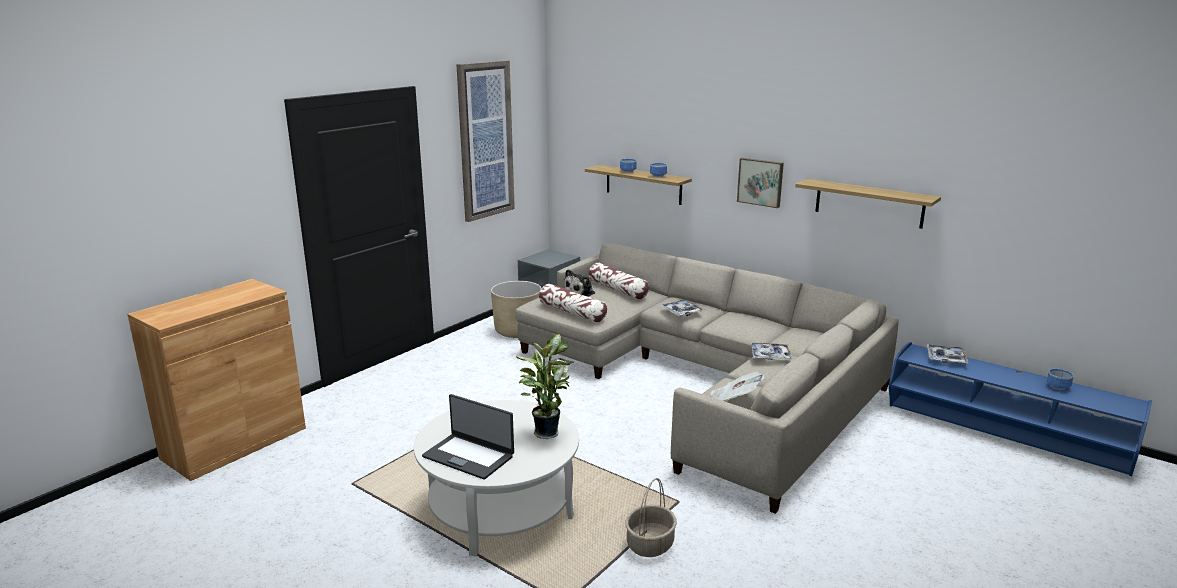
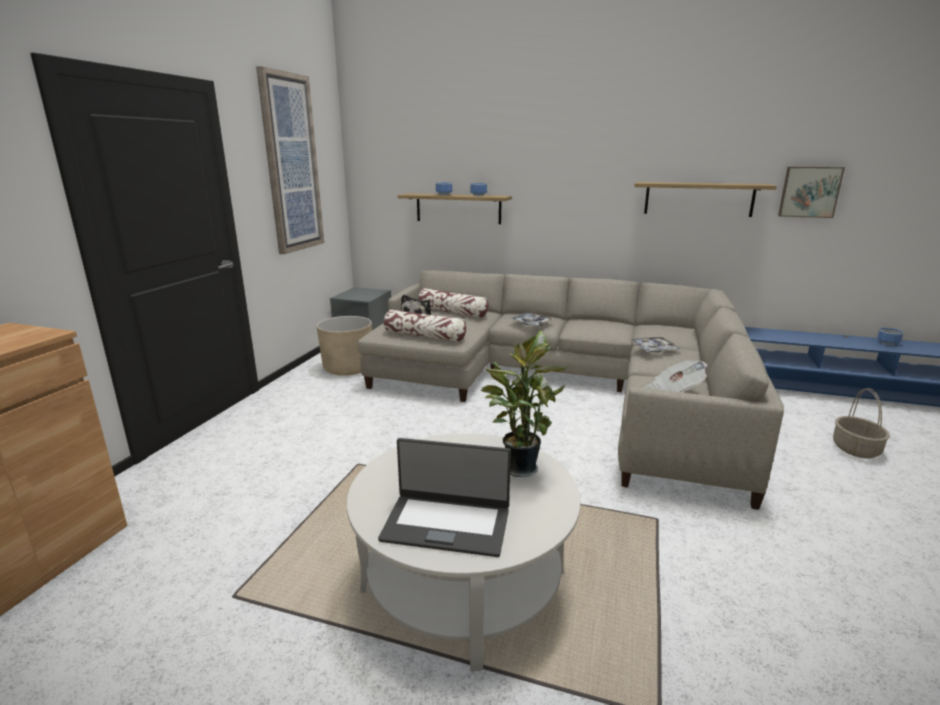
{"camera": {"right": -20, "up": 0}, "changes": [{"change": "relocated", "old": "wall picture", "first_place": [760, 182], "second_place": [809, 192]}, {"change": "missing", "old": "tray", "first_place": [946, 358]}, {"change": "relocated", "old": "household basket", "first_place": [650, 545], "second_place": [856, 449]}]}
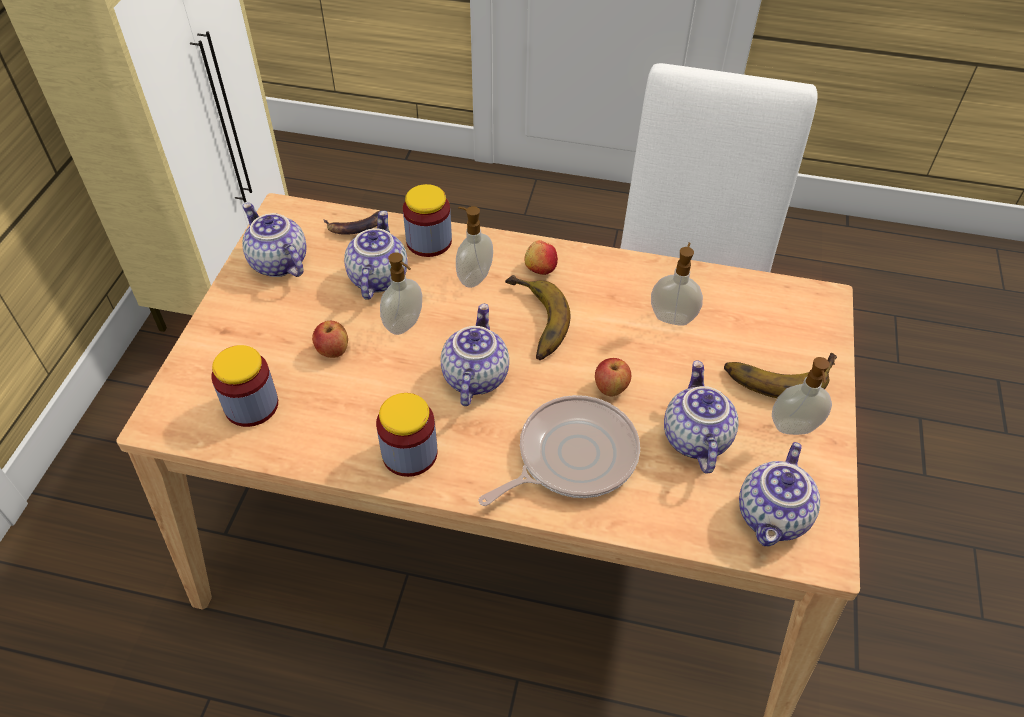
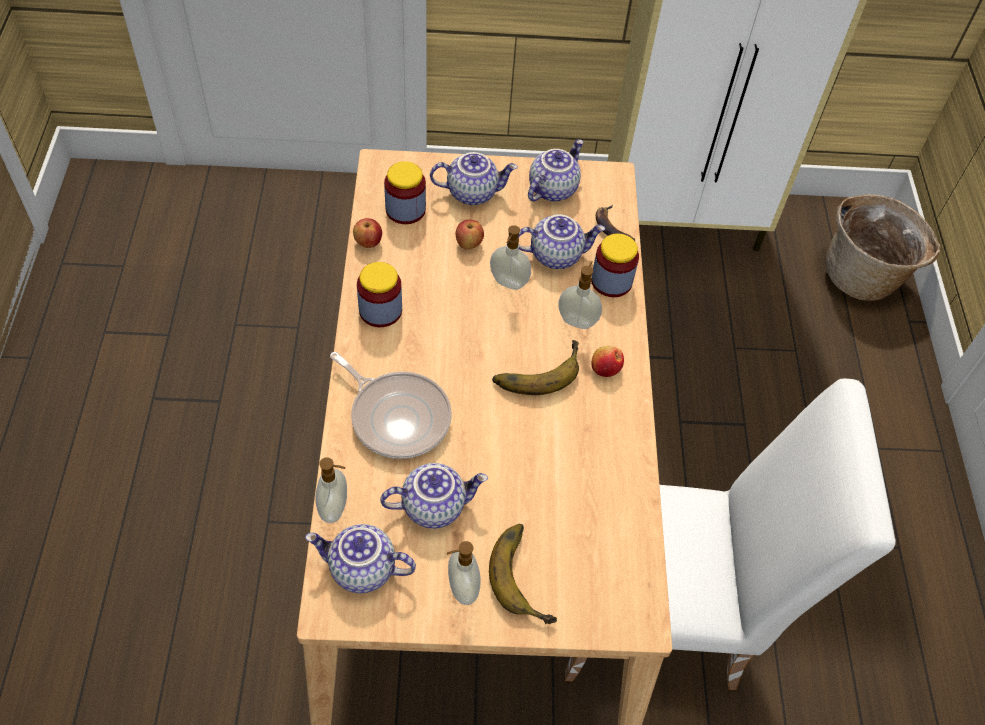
{"camera": {"right": 75, "up": 5}, "changes": [{"change": "relocated", "old": "soap bottle", "first_place": [672, 317], "second_place": [335, 508]}, {"change": "relocated", "old": "teapot", "first_place": [473, 376], "second_place": [472, 192]}, {"change": "relocated", "old": "apple", "first_place": [610, 388], "second_place": [368, 242]}, {"change": "appeared", "new": "household basket", "second_place": [864, 275]}]}
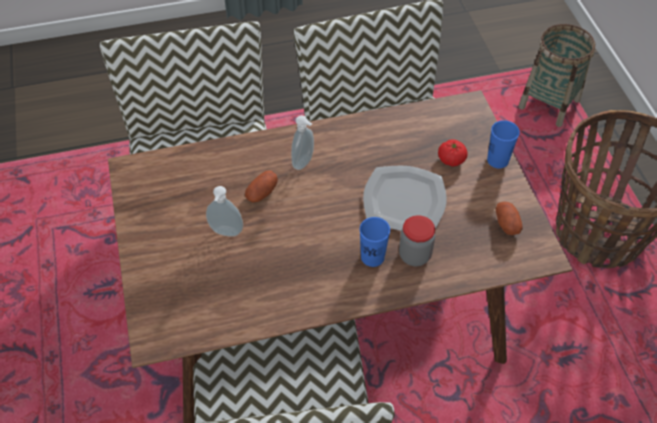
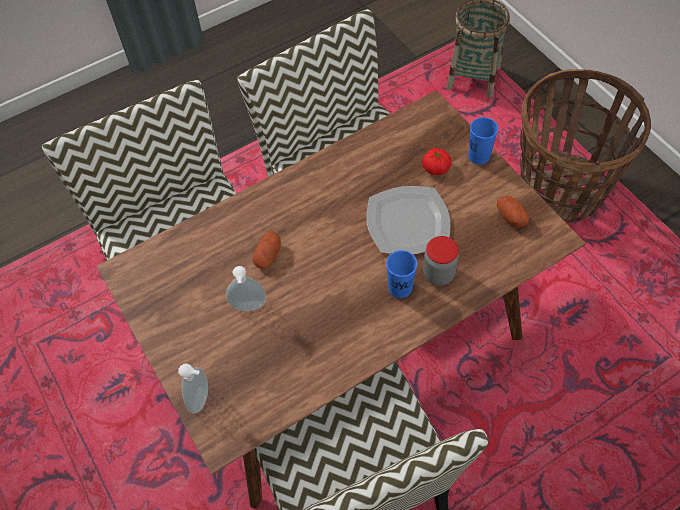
{"camera": {"right": -15, "up": 5}, "changes": [{"change": "relocated", "old": "soap bottle", "first_place": [304, 163], "second_place": [202, 399]}]}
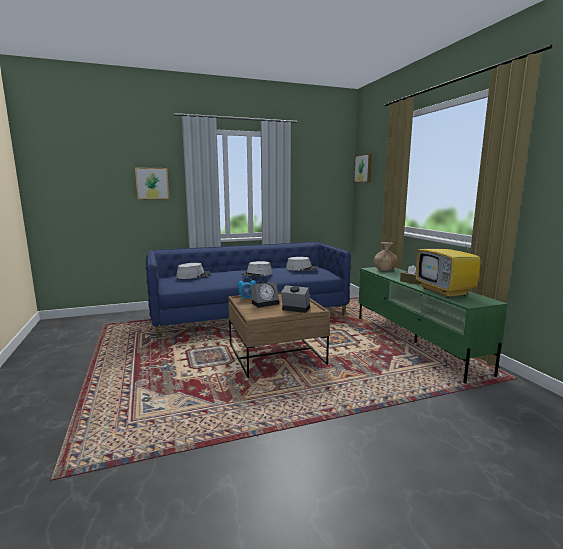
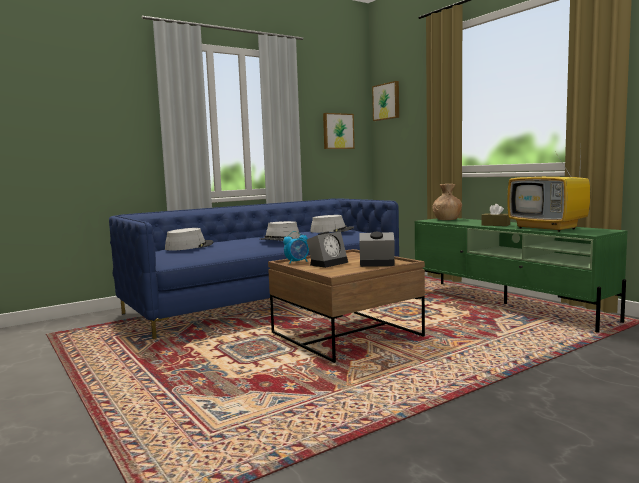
{"camera": {"right": -15, "up": -5}, "changes": [{"change": "relocated", "old": "wall picture", "first_place": [152, 183], "second_place": [337, 131]}]}
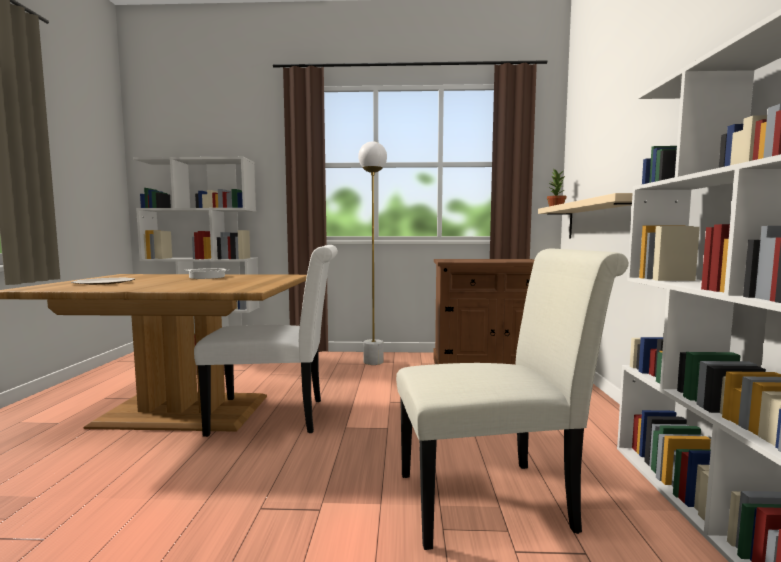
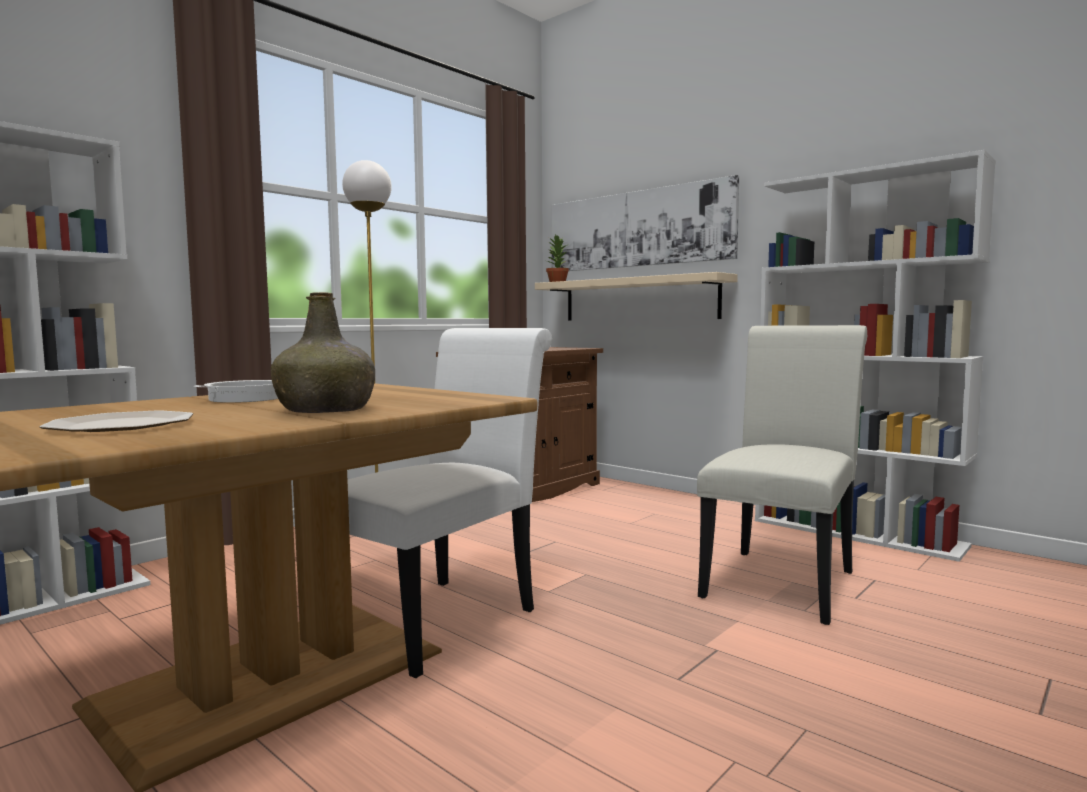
{"camera": {"right": -50, "up": 0}, "changes": [{"change": "appeared", "new": "wall picture", "second_place": [636, 229]}, {"change": "appeared", "new": "green-coloured bottle", "second_place": [327, 410]}]}
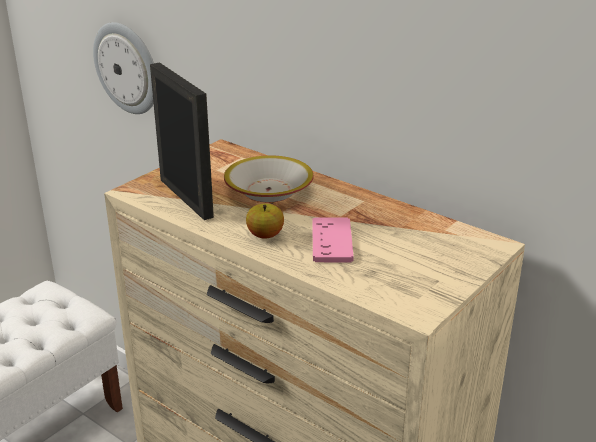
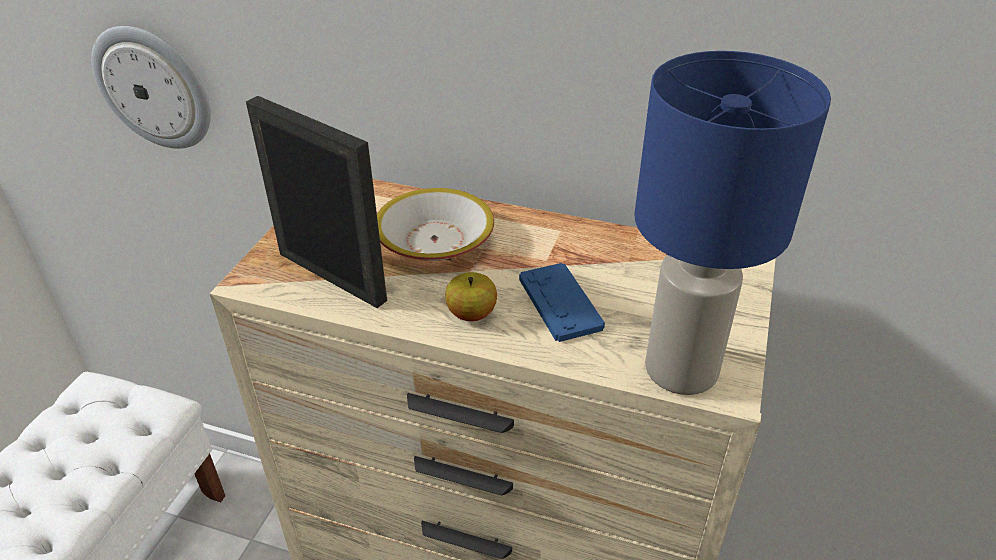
{"camera": {"right": -20, "up": 10}, "changes": [{"change": "colour", "old": "pinkish gamepad", "new": "blue gamepad", "first_place": [332, 241], "second_place": [560, 303]}, {"change": "appeared", "new": "blue lamp for a table", "second_place": [683, 370]}]}
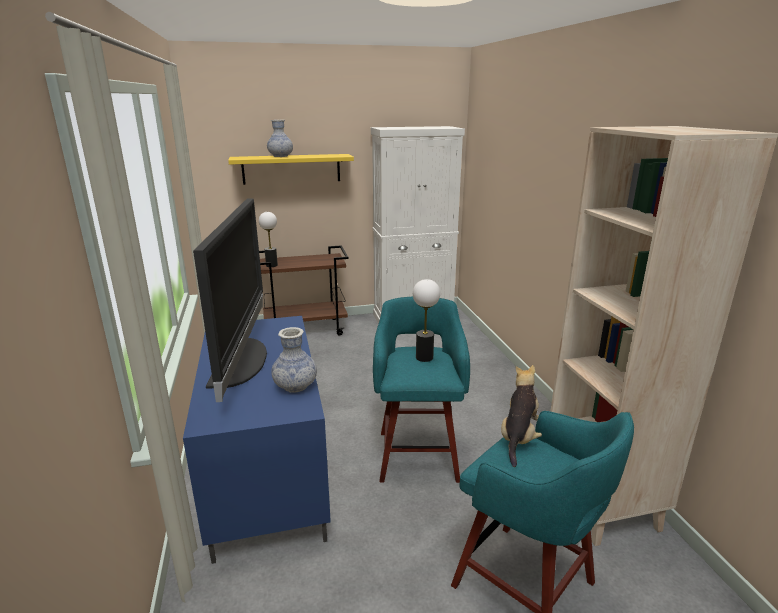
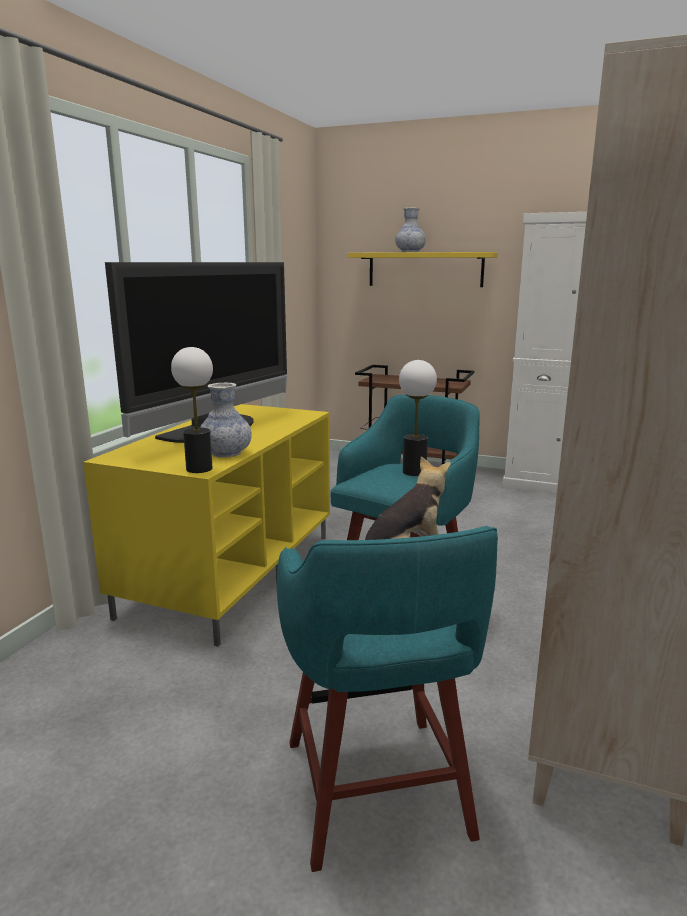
{"camera": {"right": 35, "up": -5}, "changes": [{"change": "relocated", "old": "lamp for a table", "first_place": [272, 265], "second_place": [199, 469]}, {"change": "colour", "old": "blue tv stand", "new": "yellow-coloured tv stand", "first_place": [266, 473], "second_place": [231, 572]}]}
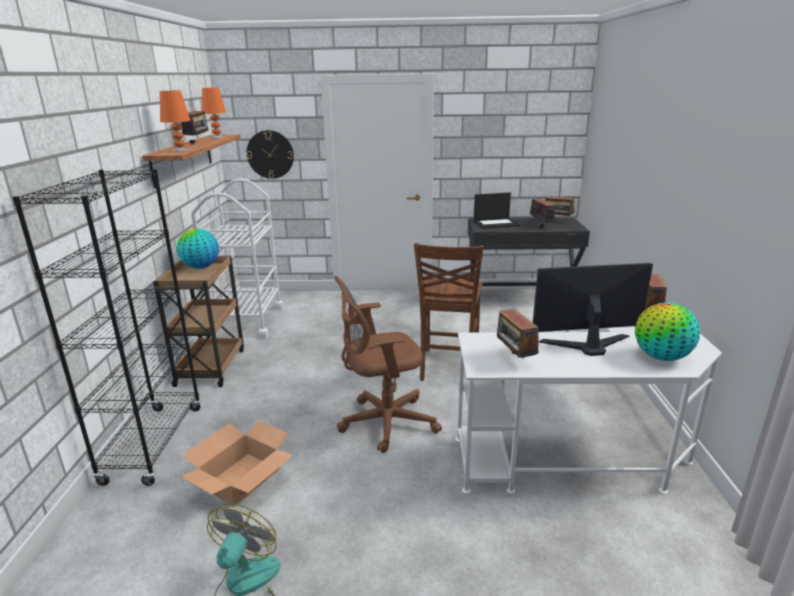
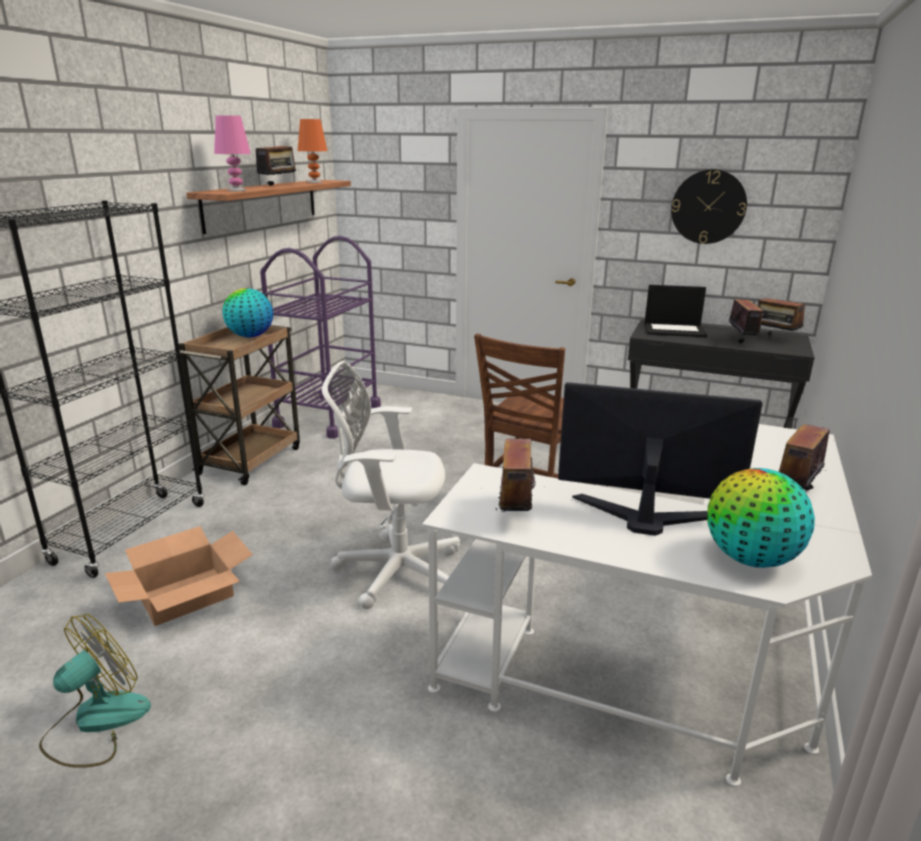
{"camera": {"right": 20, "up": 0}, "changes": [{"change": "colour", "old": "orangey lamp for a table", "new": "pinkish lamp for a table", "first_place": [180, 150], "second_place": [236, 190]}, {"change": "relocated", "old": "hanging clock", "first_place": [270, 154], "second_place": [708, 207]}, {"change": "colour", "old": "white wheeled cart", "new": "purplish wheeled cart", "first_place": [247, 321], "second_place": [328, 416]}, {"change": "colour", "old": "brown desk chair", "new": "white desk chair", "first_place": [383, 423], "second_place": [393, 571]}]}
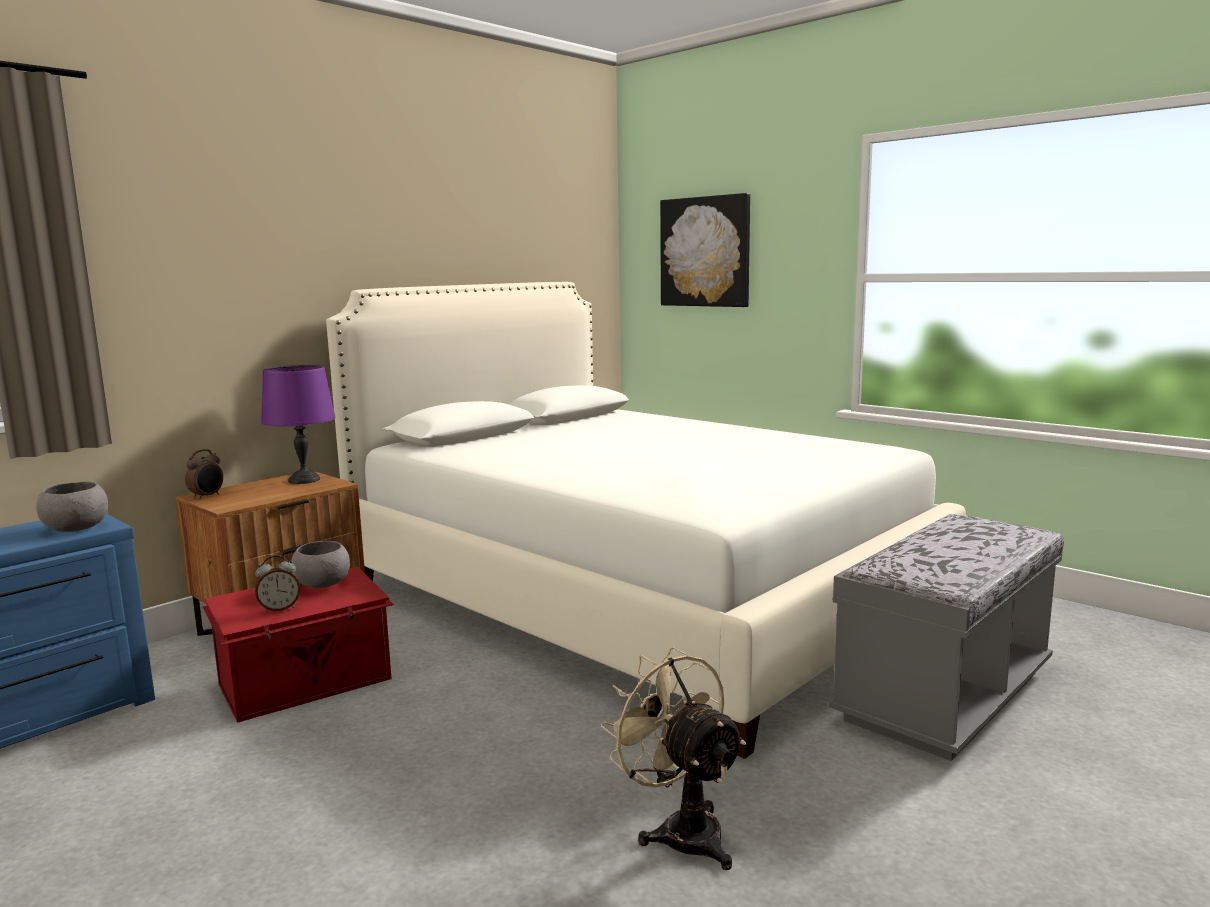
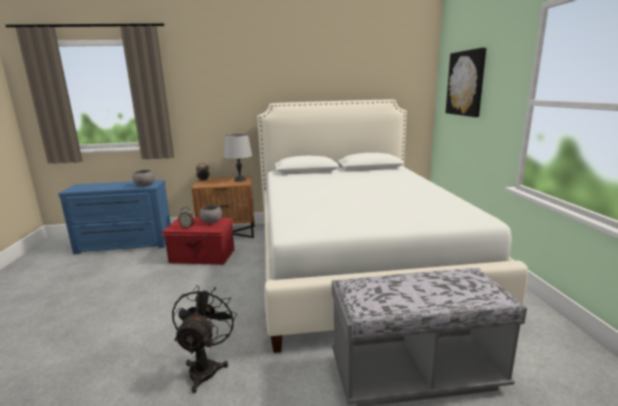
{"camera": {"right": 40, "up": 5}, "changes": [{"change": "colour", "old": "purplish lamp for a table", "new": "gray lamp for a table", "first_place": [303, 480], "second_place": [240, 180]}, {"change": "colour", "old": "sand-coloured fan", "new": "blackish fan", "first_place": [681, 830], "second_place": [206, 367]}]}
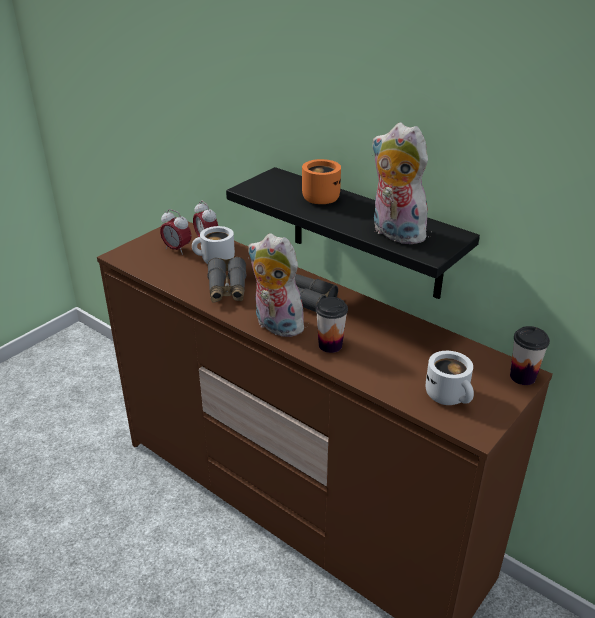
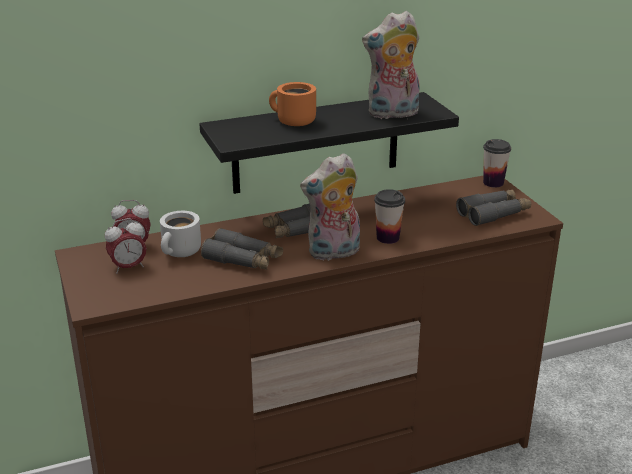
{"camera": {"right": -60, "up": -5}, "changes": [{"change": "exchanged", "old": "white mug", "new": "gray binoculars", "first_place": [450, 396], "second_place": [493, 213]}]}
